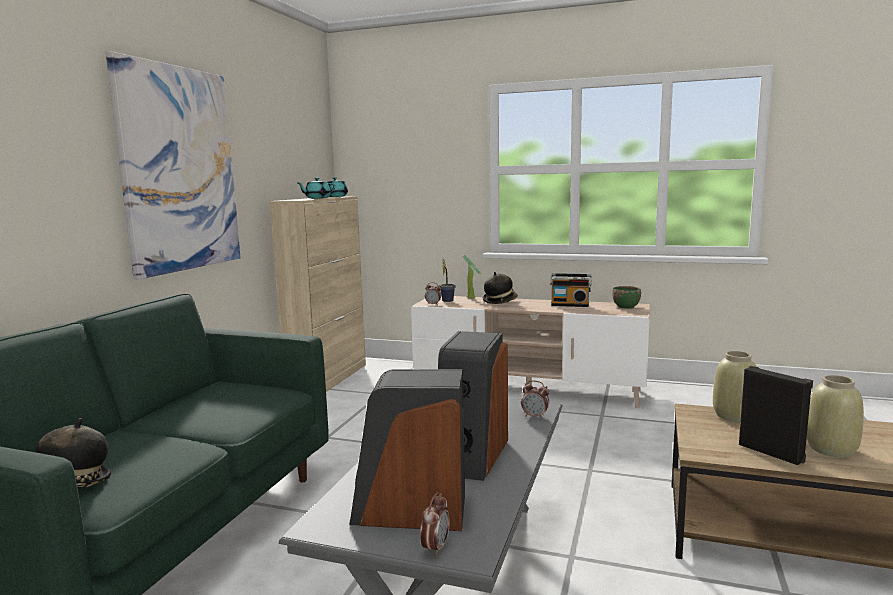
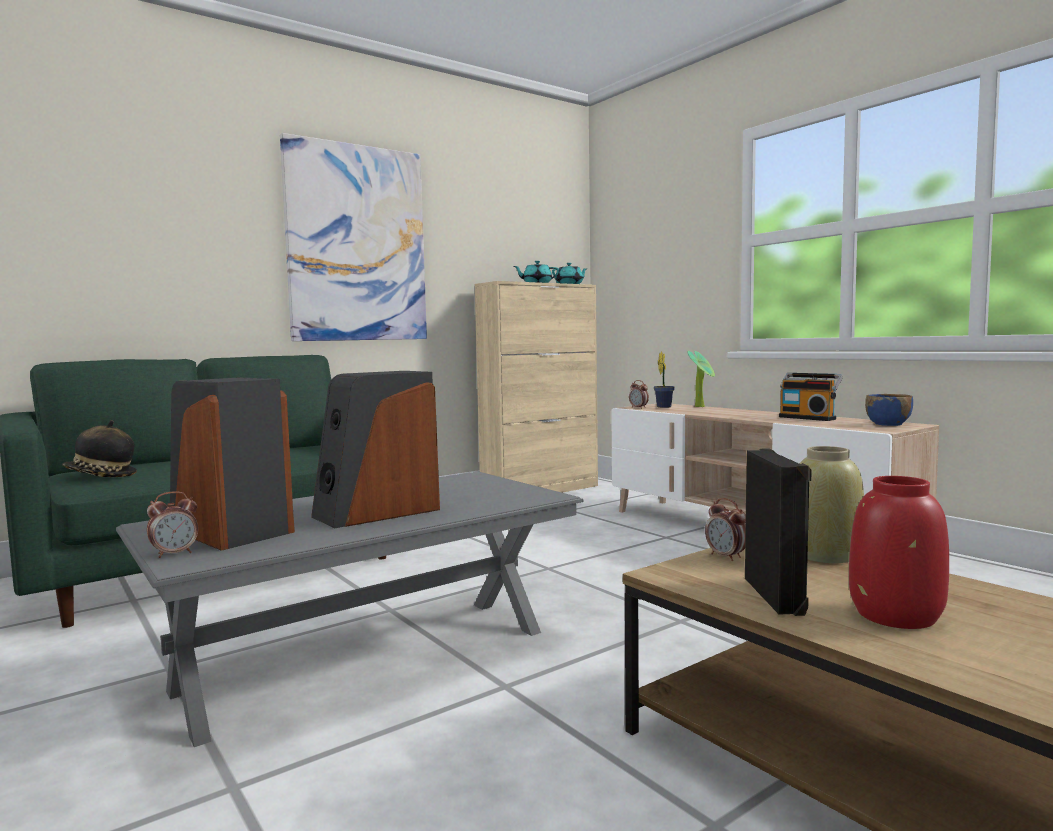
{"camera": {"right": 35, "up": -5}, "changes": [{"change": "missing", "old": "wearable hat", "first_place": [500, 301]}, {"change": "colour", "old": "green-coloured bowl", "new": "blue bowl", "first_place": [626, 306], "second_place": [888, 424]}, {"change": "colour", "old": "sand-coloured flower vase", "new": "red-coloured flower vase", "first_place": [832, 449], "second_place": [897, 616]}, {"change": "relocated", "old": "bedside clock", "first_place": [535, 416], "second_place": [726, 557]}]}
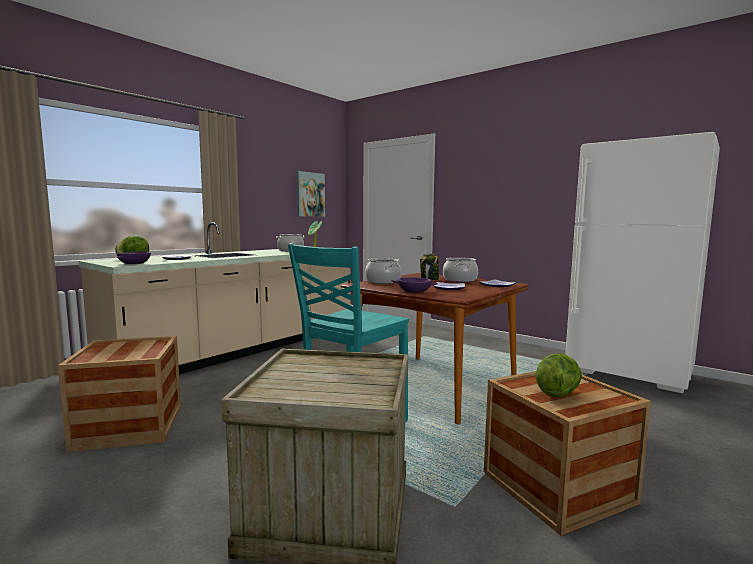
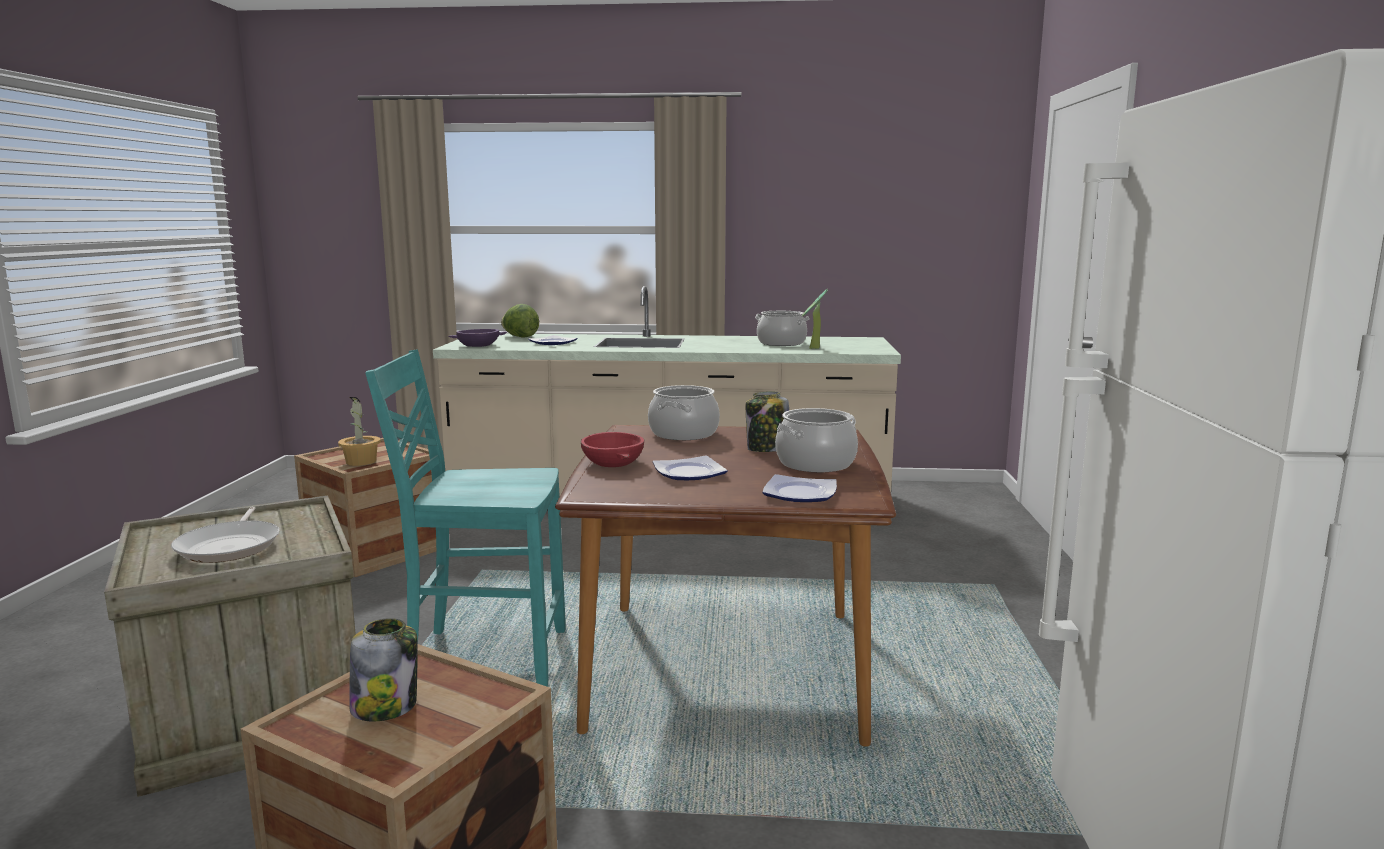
{"camera": {"right": 55, "up": 5}, "changes": [{"change": "missing", "old": "wall picture", "first_place": [310, 194]}, {"change": "colour", "old": "purplish bowl", "new": "red-coloured bowl", "first_place": [414, 291], "second_place": [614, 462]}, {"change": "exchanged", "old": "lettuce head", "new": "preserve jar", "first_place": [557, 393], "second_place": [386, 706]}, {"change": "appeared", "new": "potted plant", "second_place": [361, 462]}, {"change": "appeared", "new": "skillet", "second_place": [230, 546]}]}
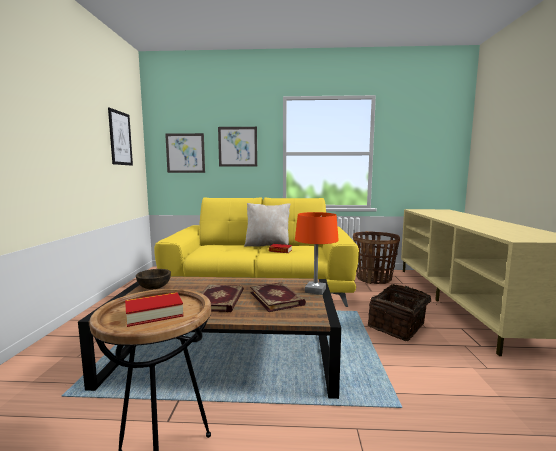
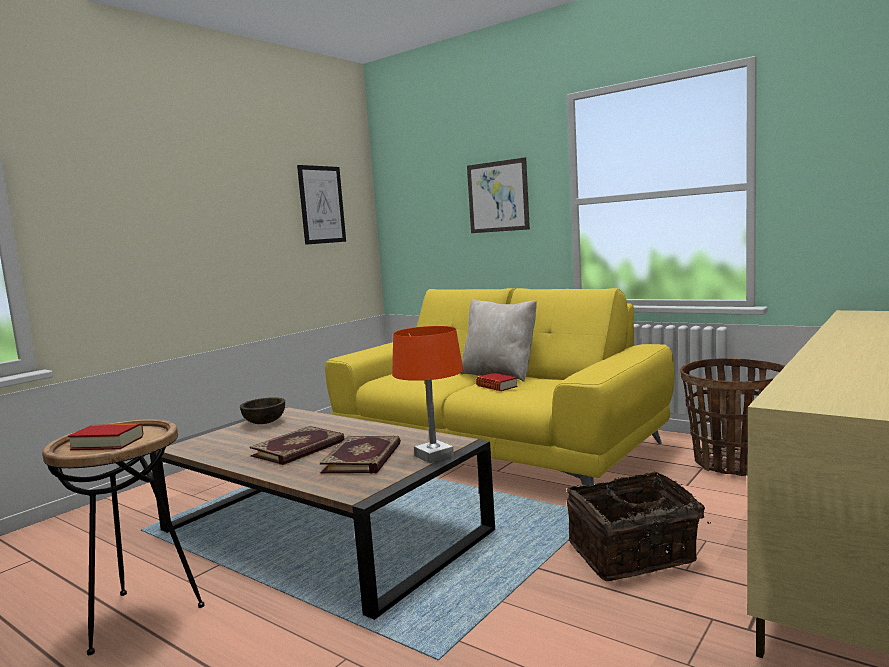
{"camera": {"right": 35, "up": 0}, "changes": [{"change": "missing", "old": "wall picture", "first_place": [185, 153]}]}
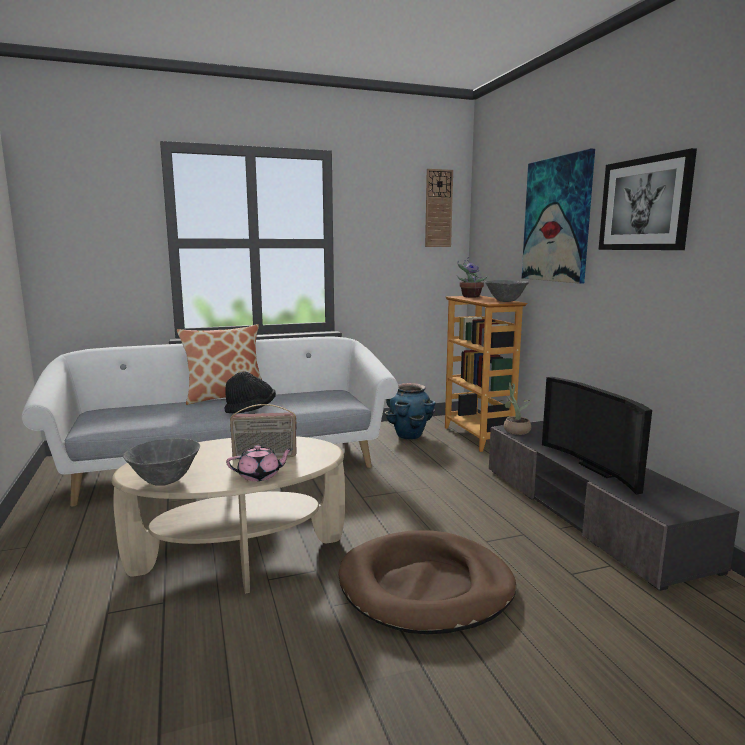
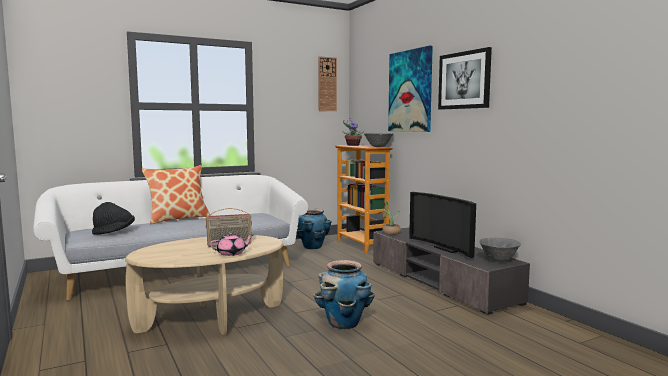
{"camera": {"right": -10, "up": -5}, "changes": [{"change": "relocated", "old": "blackish wearable hat", "first_place": [251, 410], "second_place": [114, 232]}, {"change": "relocated", "old": "gray bowl", "first_place": [165, 482], "second_place": [498, 260]}, {"change": "exchanged", "old": "brown dog bed", "new": "planter", "first_place": [426, 587], "second_place": [344, 323]}]}
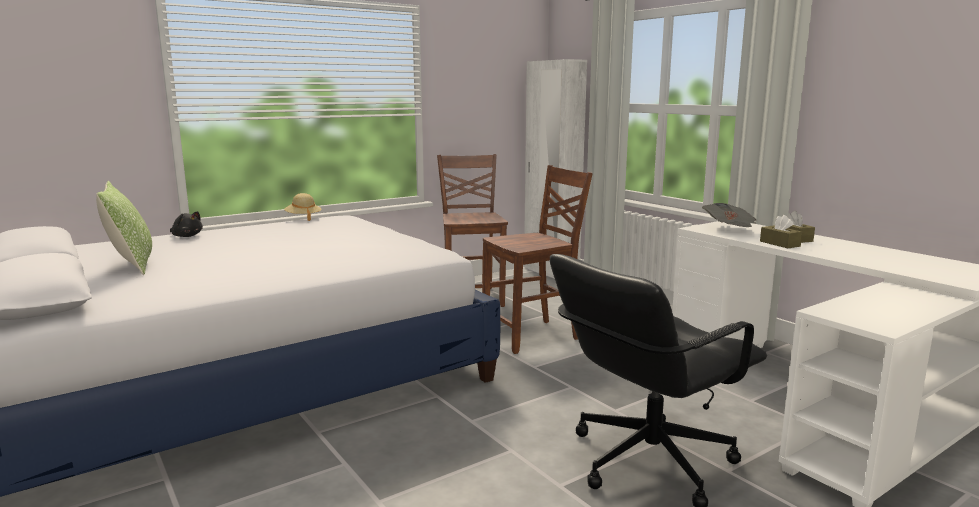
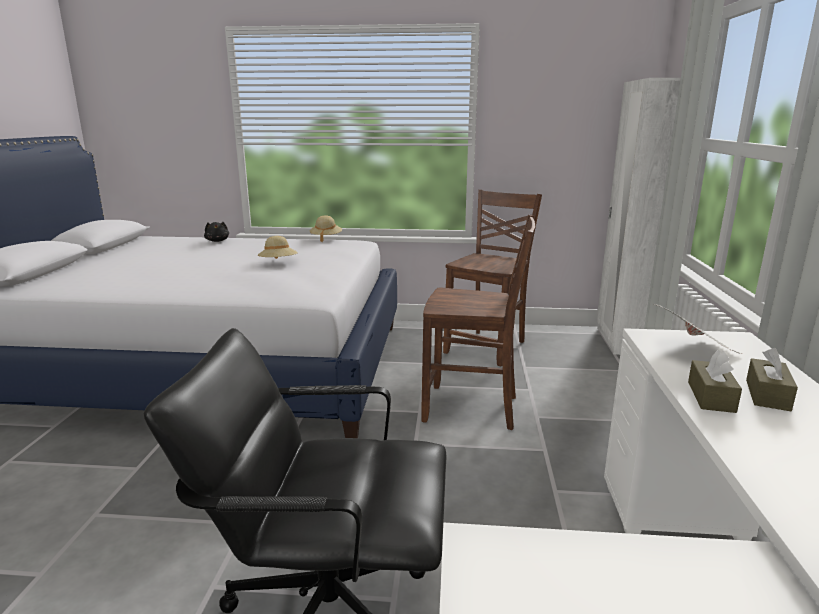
{"camera": {"right": 40, "up": 5}, "changes": [{"change": "missing", "old": "throw pillow", "first_place": [132, 265]}, {"change": "appeared", "new": "sand-coloured wearable hat", "second_place": [278, 263]}]}
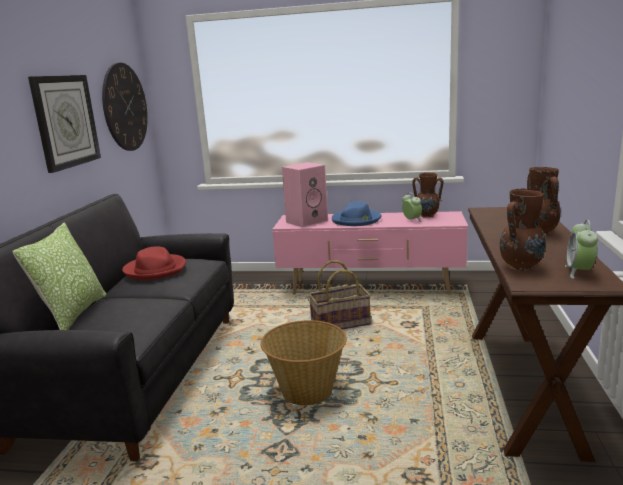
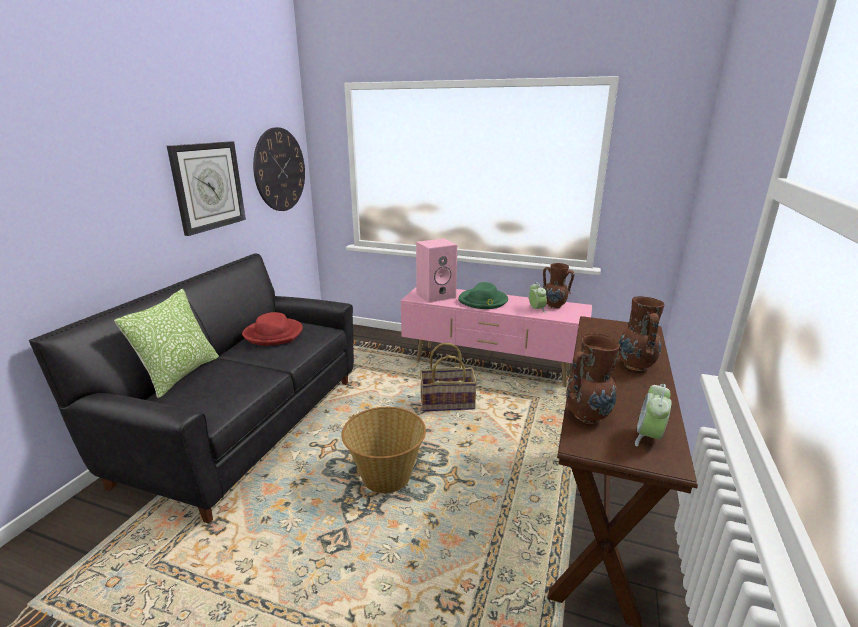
{"camera": {"right": 10, "up": 5}, "changes": [{"change": "colour", "old": "blue wearable hat", "new": "green-coloured wearable hat", "first_place": [356, 220], "second_place": [483, 301]}]}
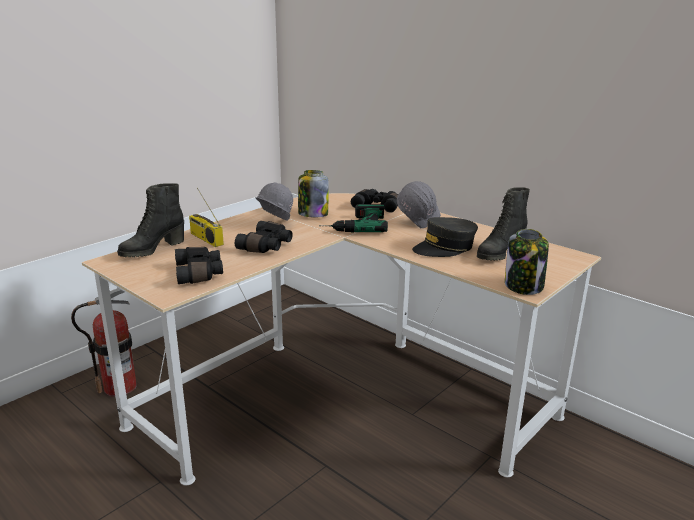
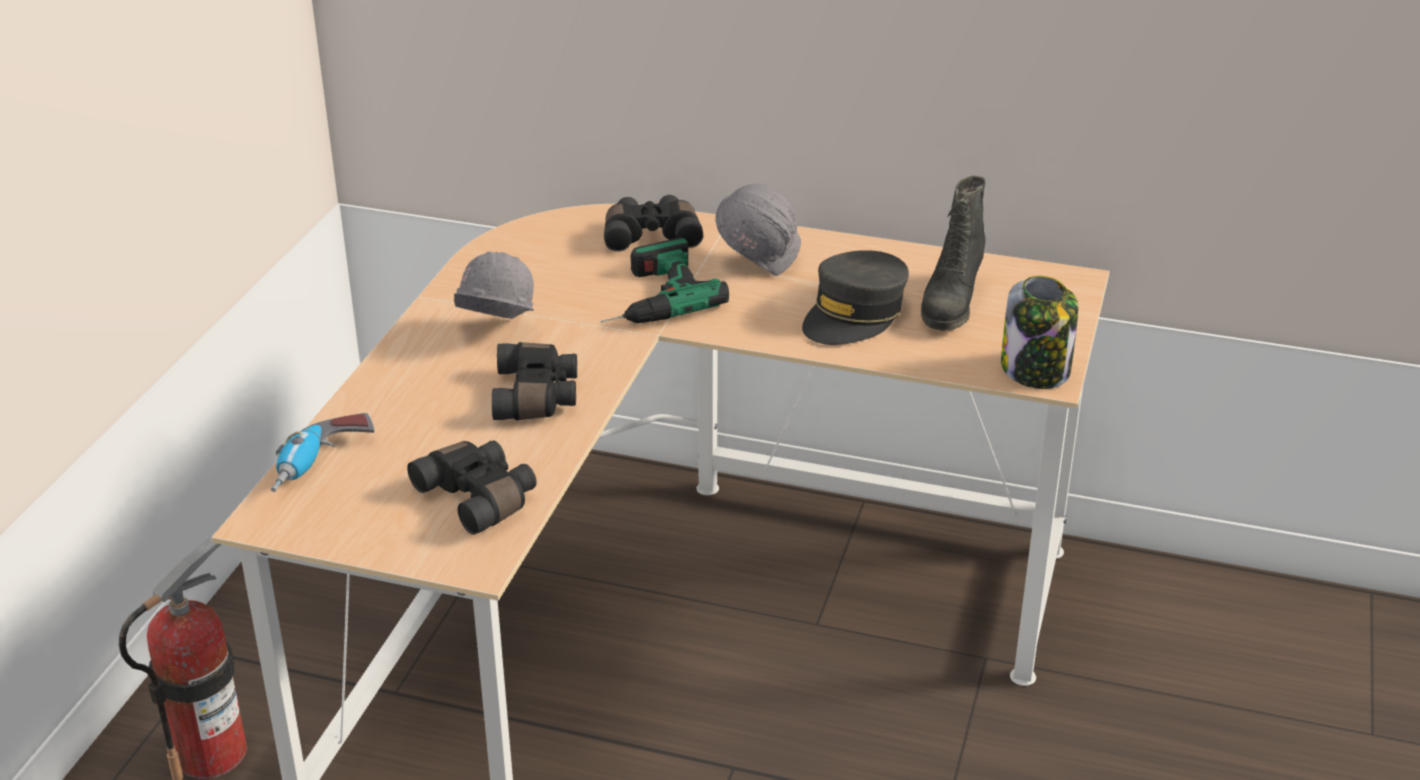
{"camera": {"right": -25, "up": 10}, "changes": [{"change": "missing", "old": "preserve jar", "first_place": [312, 214]}, {"change": "exchanged", "old": "blackish high-top boot", "new": "drill", "first_place": [152, 249], "second_place": [321, 466]}, {"change": "missing", "old": "radio set", "first_place": [205, 239]}]}
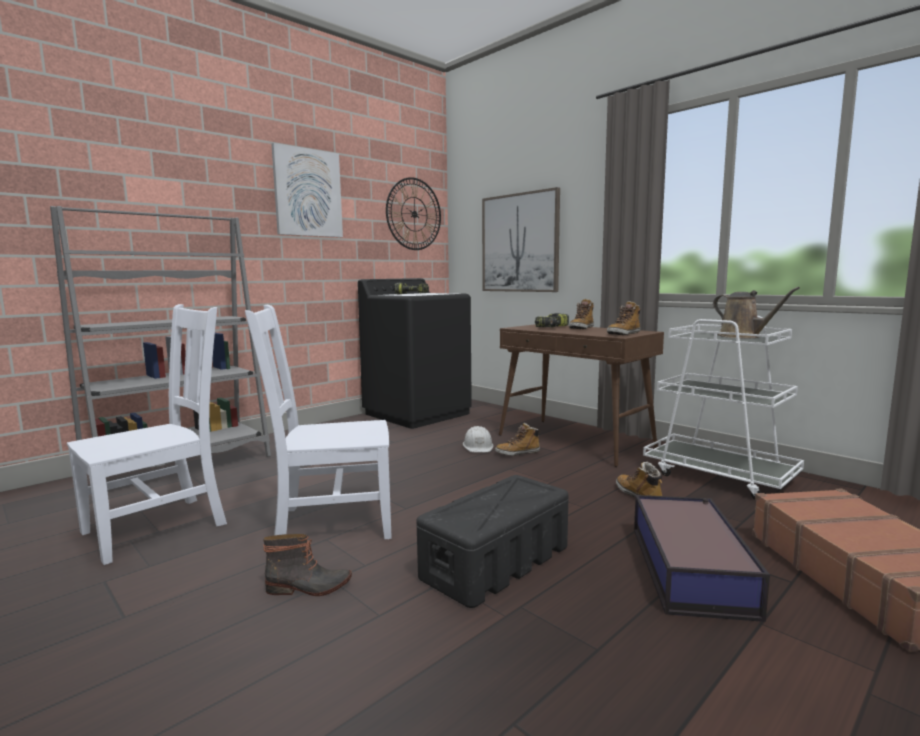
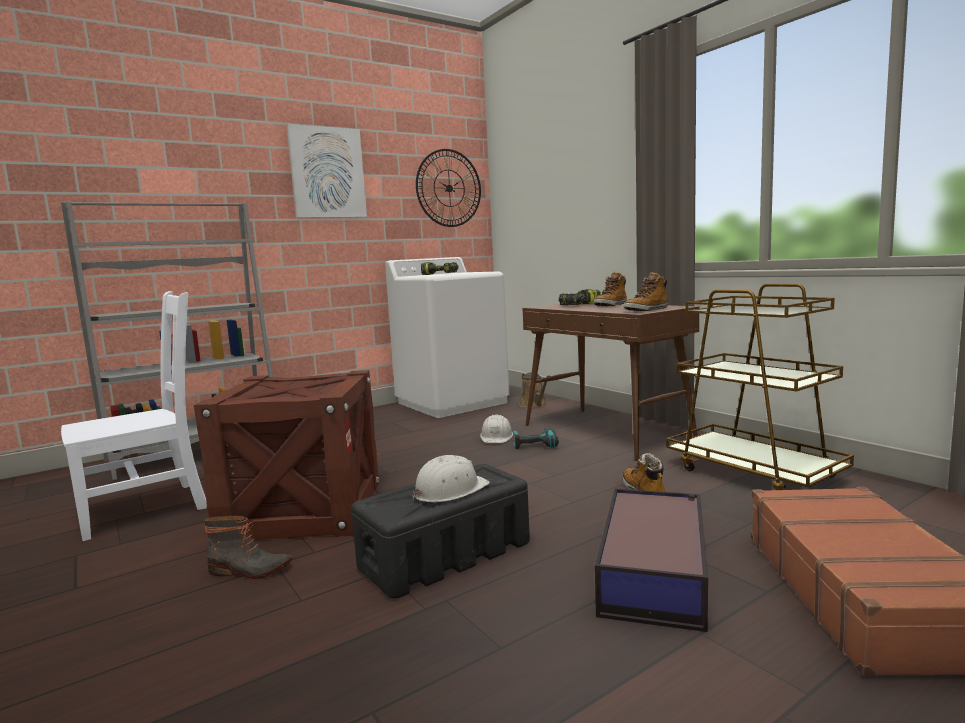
{"camera": {"right": 10, "up": 0}, "changes": [{"change": "missing", "old": "wall picture", "first_place": [520, 243]}, {"change": "colour", "old": "blackish laundry machine", "new": "white laundry machine", "first_place": [418, 414], "second_place": [452, 402]}, {"change": "relocated", "old": "brown sprinkling can", "first_place": [743, 336], "second_place": [534, 404]}, {"change": "exchanged", "old": "white chair", "new": "crate", "first_place": [330, 523], "second_place": [304, 510]}, {"change": "colour", "old": "white wheeled cart", "new": "brown wheeled cart", "first_place": [719, 476], "second_place": [753, 472]}, {"change": "exchanged", "old": "high-top boot", "new": "drill", "first_place": [517, 453], "second_place": [535, 444]}, {"change": "appeared", "new": "white work helmet", "second_place": [449, 490]}]}
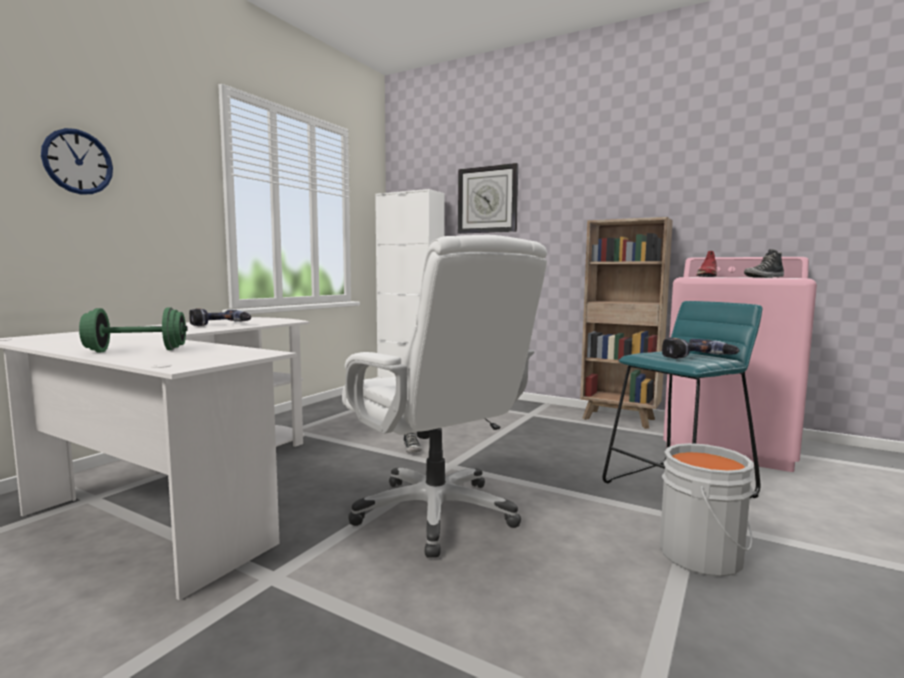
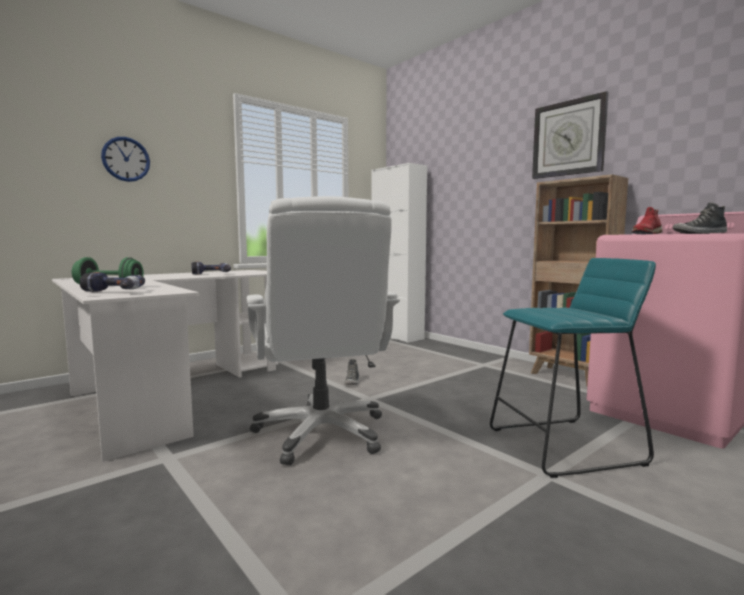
{"camera": {"right": 20, "up": 0}, "changes": [{"change": "relocated", "old": "hanging clock", "first_place": [487, 200], "second_place": [568, 138]}, {"change": "relocated", "old": "drill", "first_place": [697, 358], "second_place": [111, 292]}, {"change": "missing", "old": "gray bucket", "first_place": [705, 556]}]}
